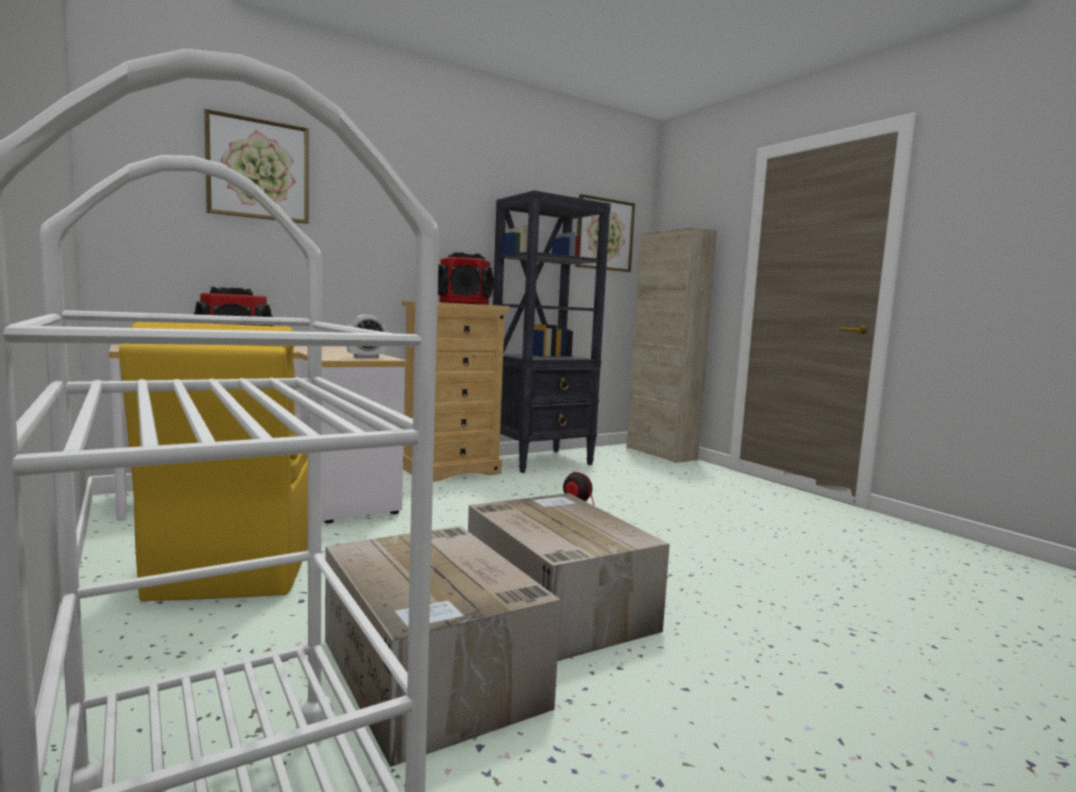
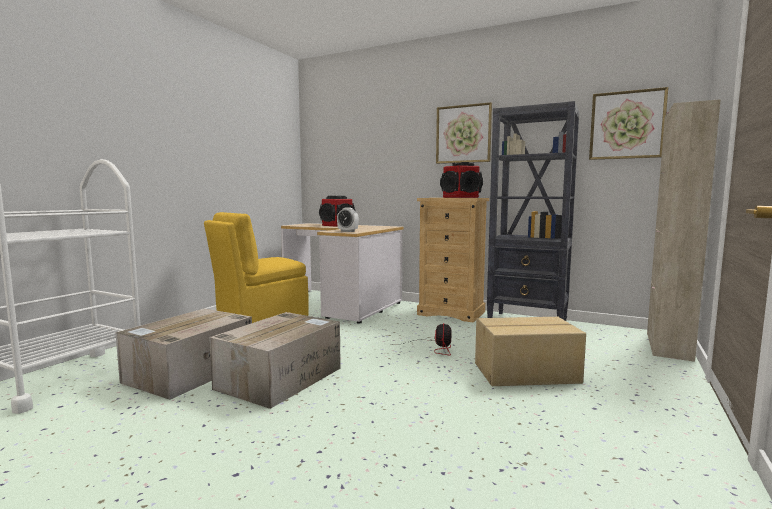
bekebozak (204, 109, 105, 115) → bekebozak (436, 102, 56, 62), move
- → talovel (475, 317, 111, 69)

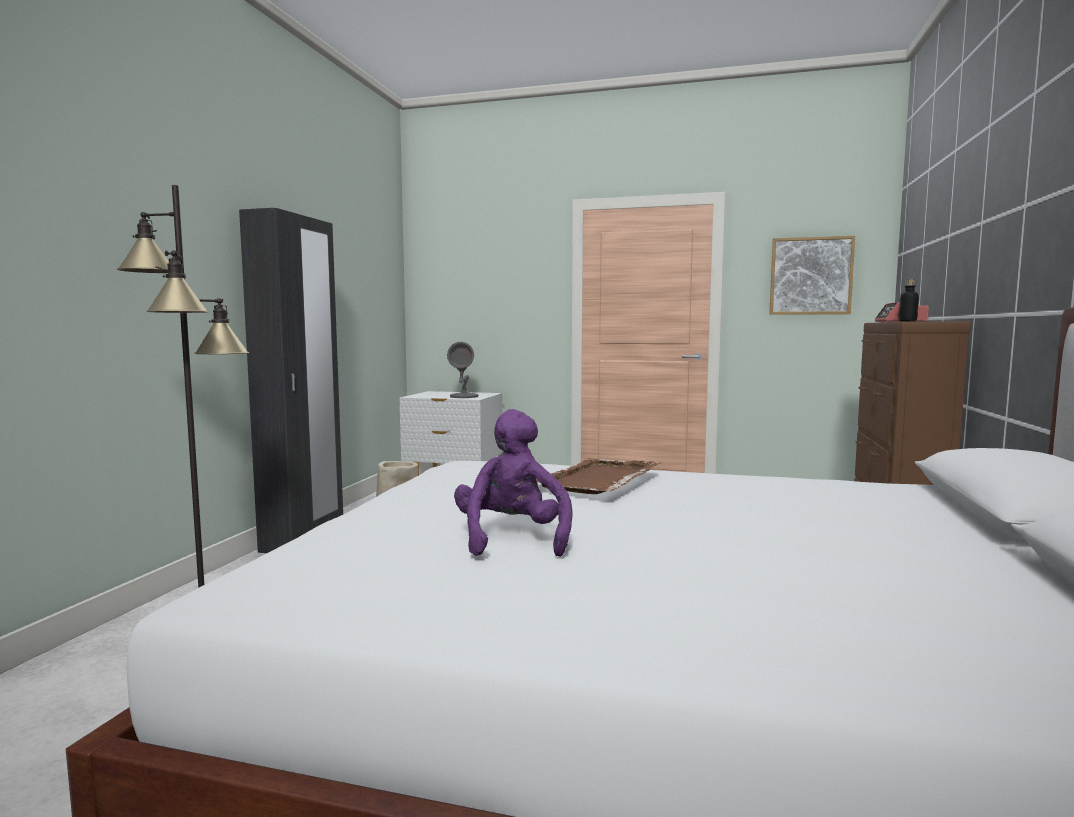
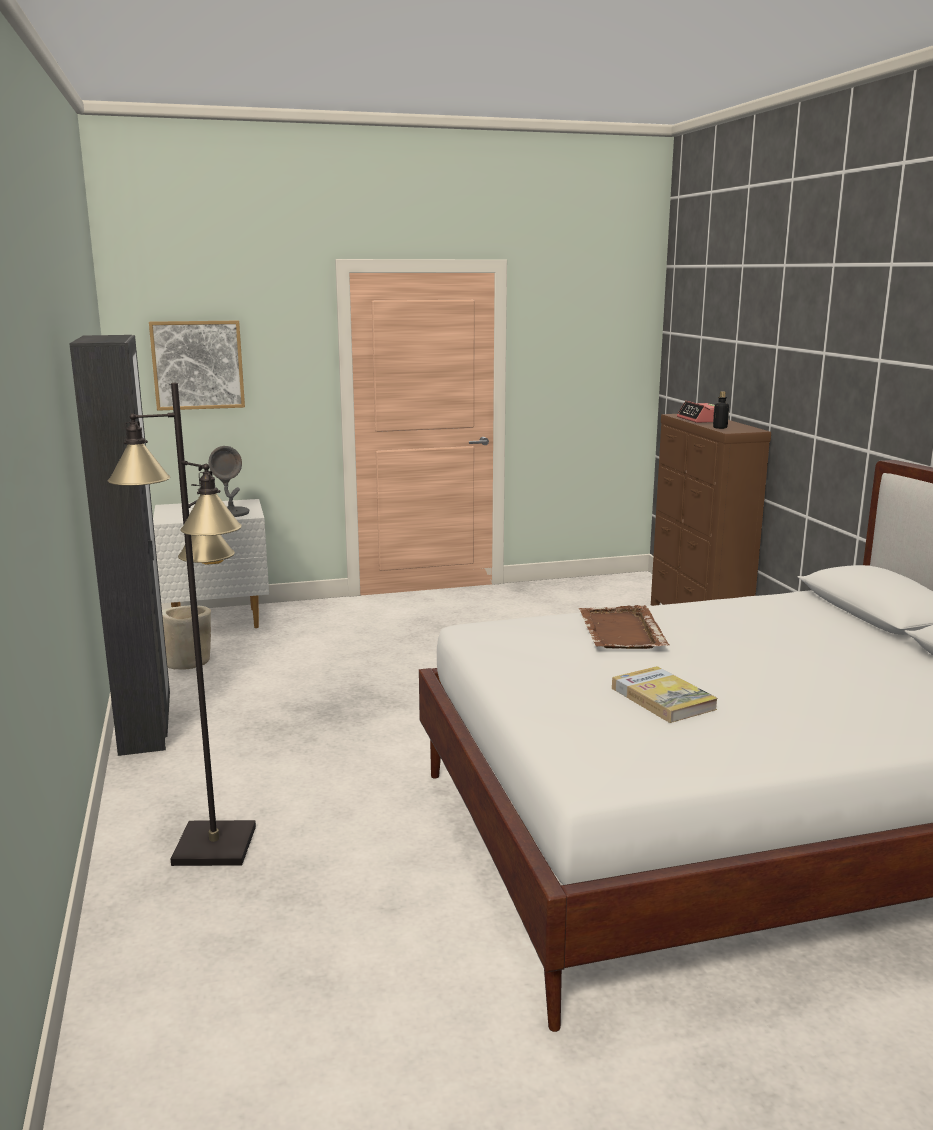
bekebozak (769, 236, 86, 79) → bekebozak (149, 320, 96, 91), move
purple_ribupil (454, 409, 119, 148) → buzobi (612, 666, 106, 57)

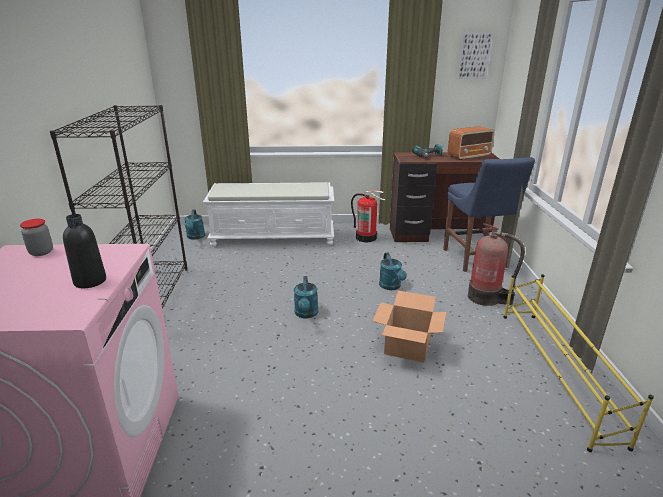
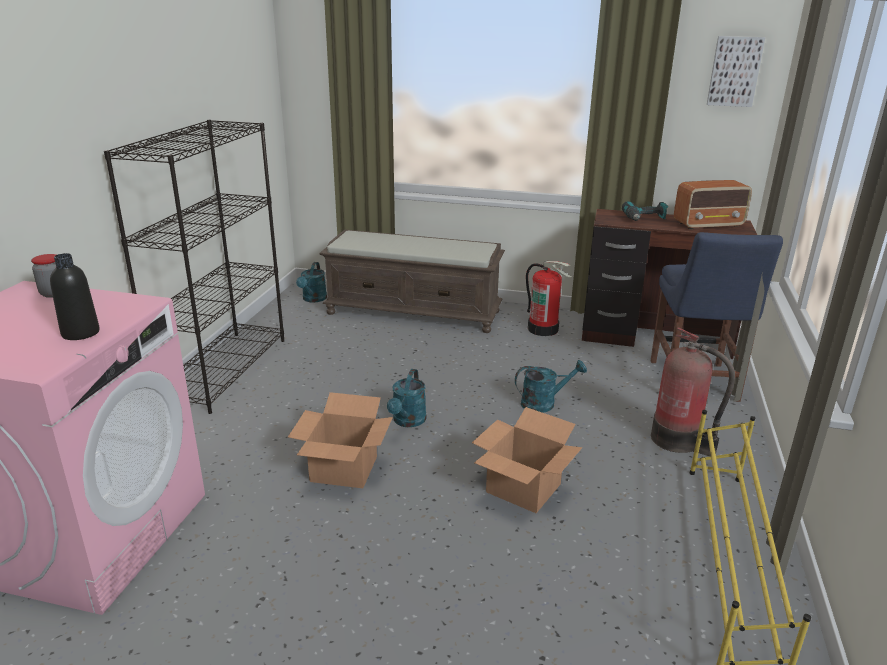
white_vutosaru (203, 182, 131, 65) → brown_vutosaru (319, 230, 186, 103)
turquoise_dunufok (379, 252, 28, 38) → turquoise_dunufok (515, 360, 72, 53), 105 degrees counterclockwise
- → talovel (288, 392, 105, 96)

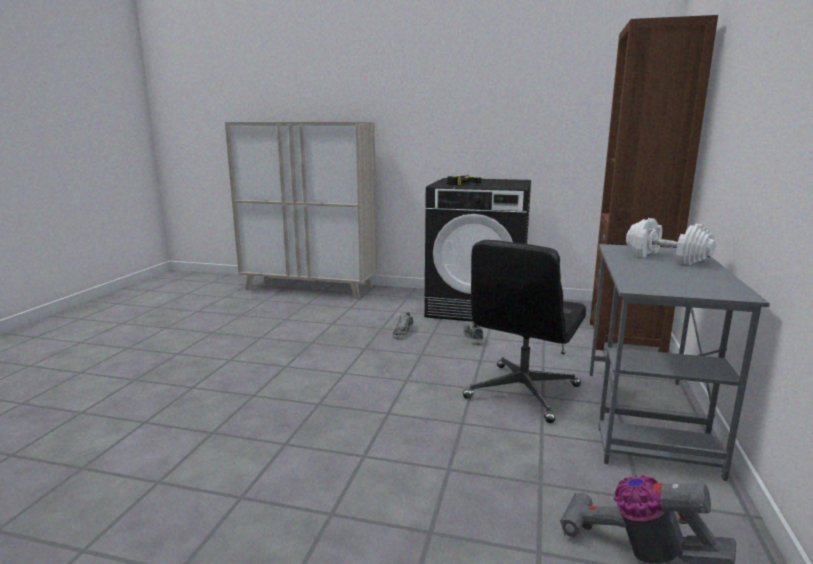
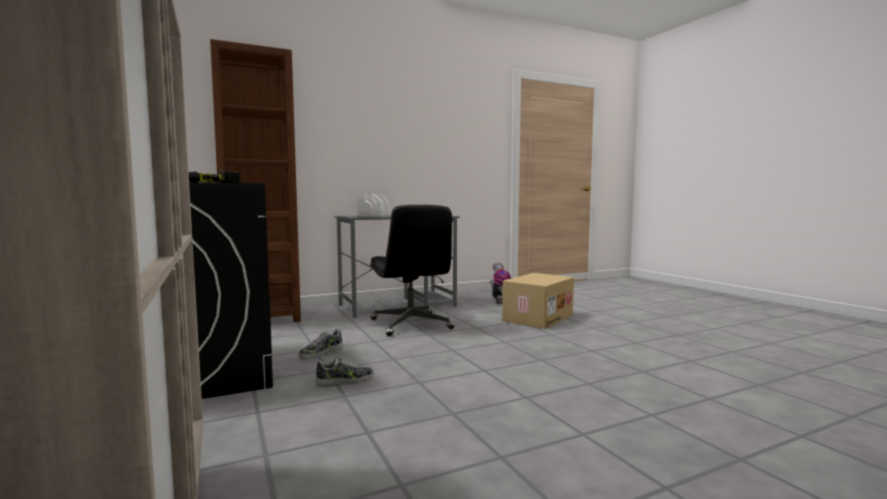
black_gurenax (463, 240, 123, 183) → black_gurenax (370, 205, 85, 131), 75 degrees clockwise
- → talovel (502, 273, 72, 56)

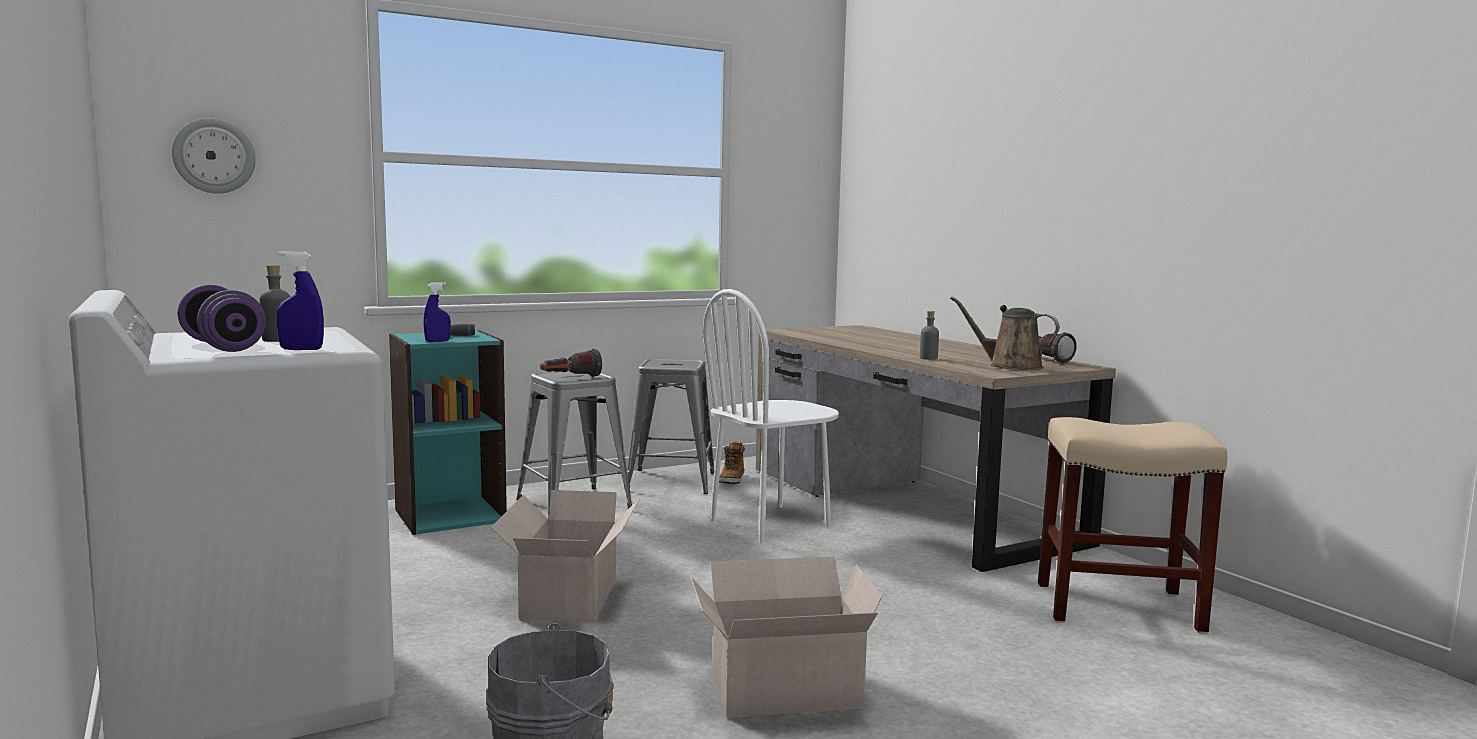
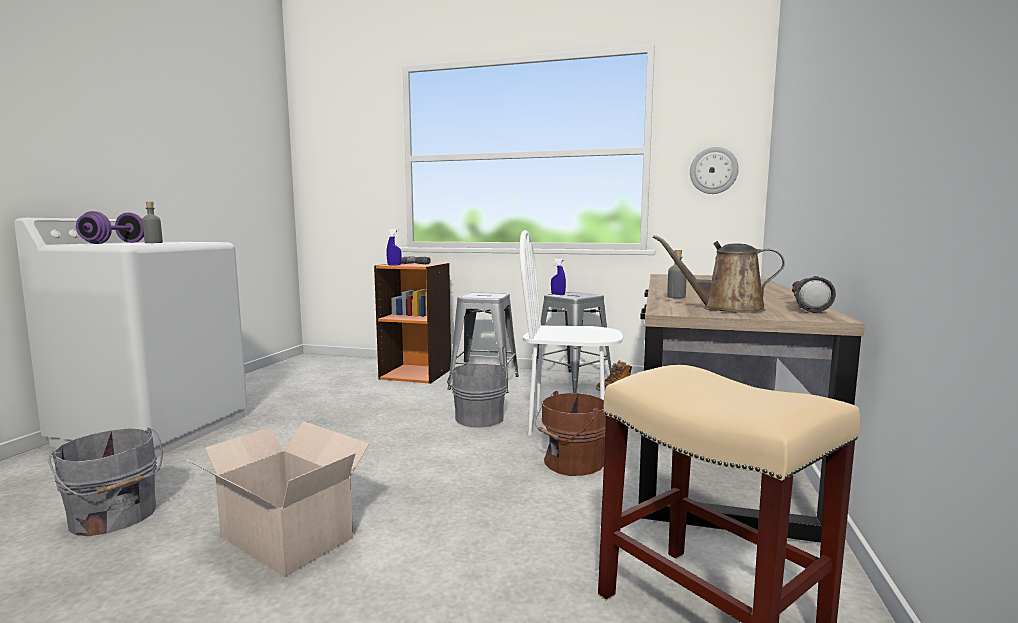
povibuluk (172, 118, 84, 76) → povibuluk (690, 147, 49, 47), move
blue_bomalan (276, 251, 48, 99) → blue_bomalan (551, 258, 15, 37), move
brown_dunufok (950, 296, 110, 74) → brown_dunufok (653, 235, 132, 78), 60 degrees counterclockwise
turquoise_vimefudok (389, 330, 118, 205) → orange_vimefudok (374, 263, 77, 121)
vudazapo (540, 349, 62, 28) → -
talovel (491, 490, 149, 132) → -
- → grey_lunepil (447, 363, 60, 64)
- → brown_lunepil (534, 391, 72, 85)

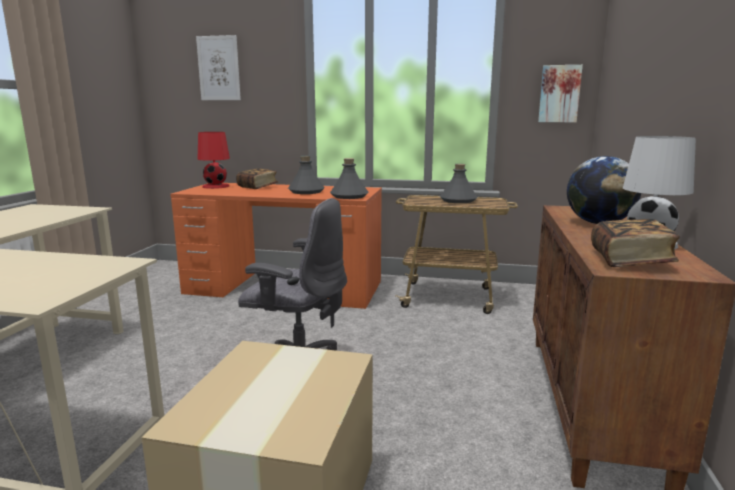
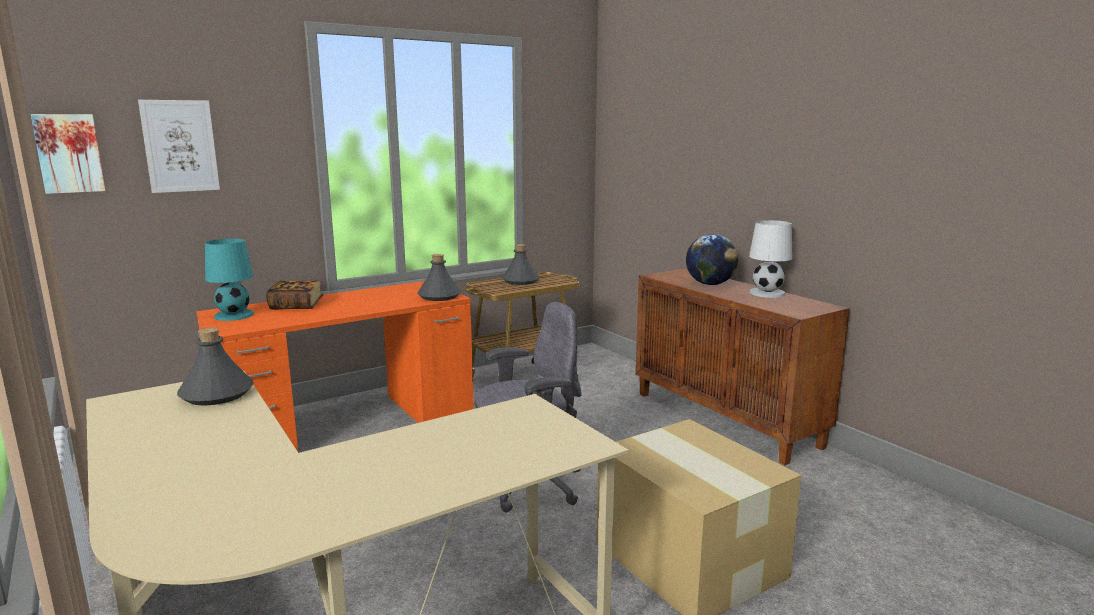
bekebozak (538, 65, 45, 57) → bekebozak (31, 114, 75, 80), move
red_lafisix (198, 132, 32, 57) → turquoise_lafisix (205, 239, 49, 82)
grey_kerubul (288, 156, 37, 38) → grey_kerubul (177, 328, 77, 78), move
buzobi (591, 219, 89, 48) → -

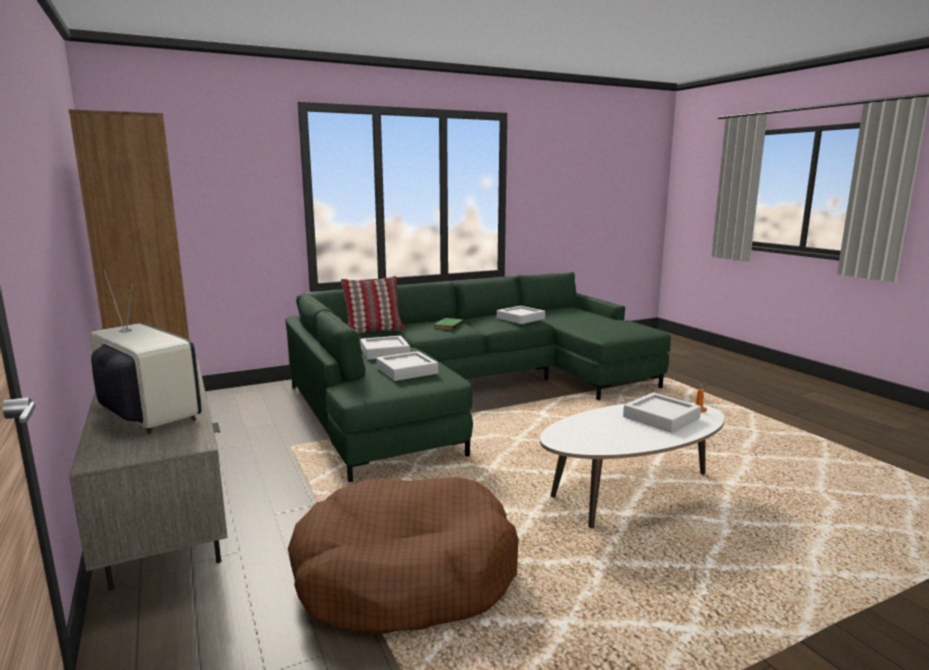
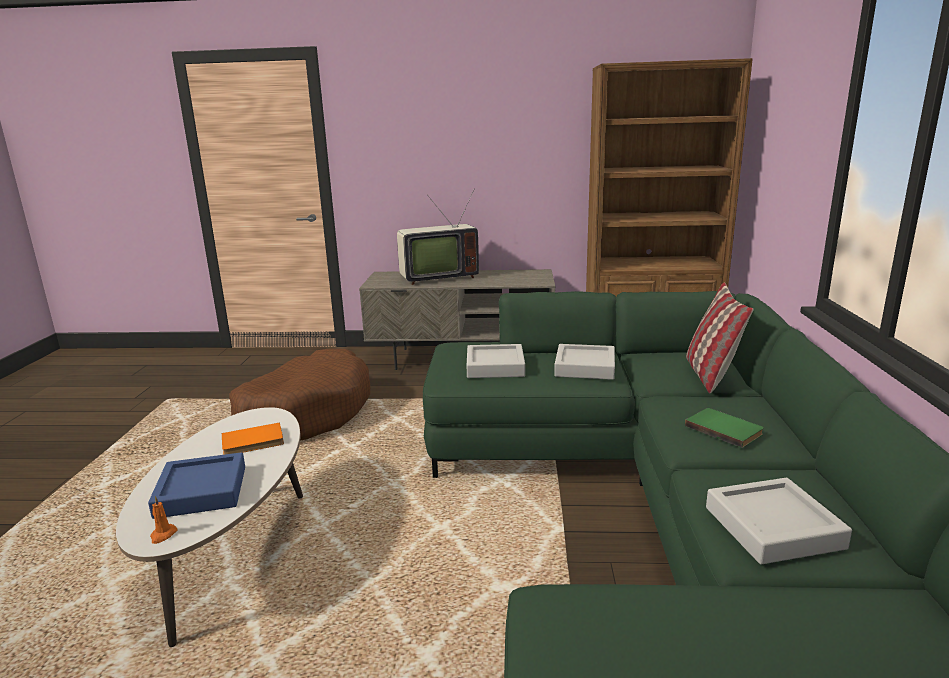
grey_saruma (623, 393, 78, 40) → blue_saruma (148, 452, 97, 67)
- → orange_buzobi (222, 422, 62, 33)

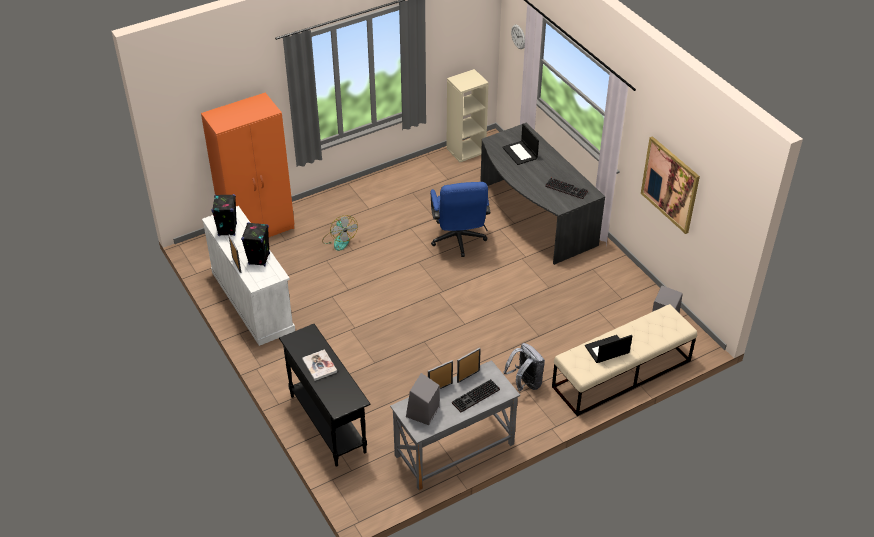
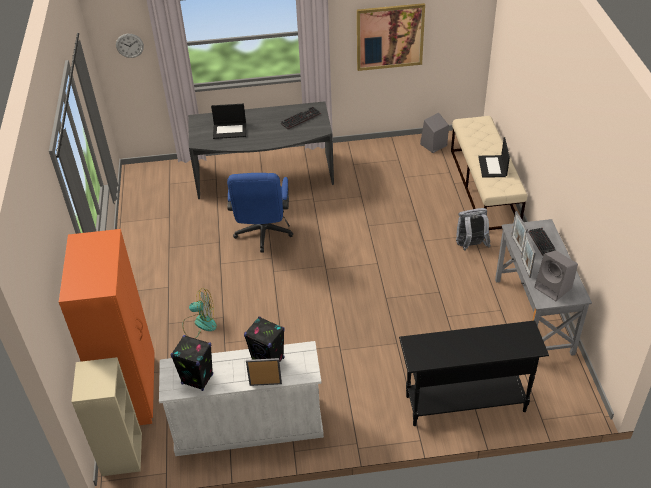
beige_vimefudok (447, 69, 42, 93) → beige_vimefudok (72, 357, 70, 119), move
blue_gurenax (430, 182, 60, 75) → blue_gurenax (227, 173, 66, 79), 75 degrees clockwise
buzobi (302, 349, 35, 32) → -

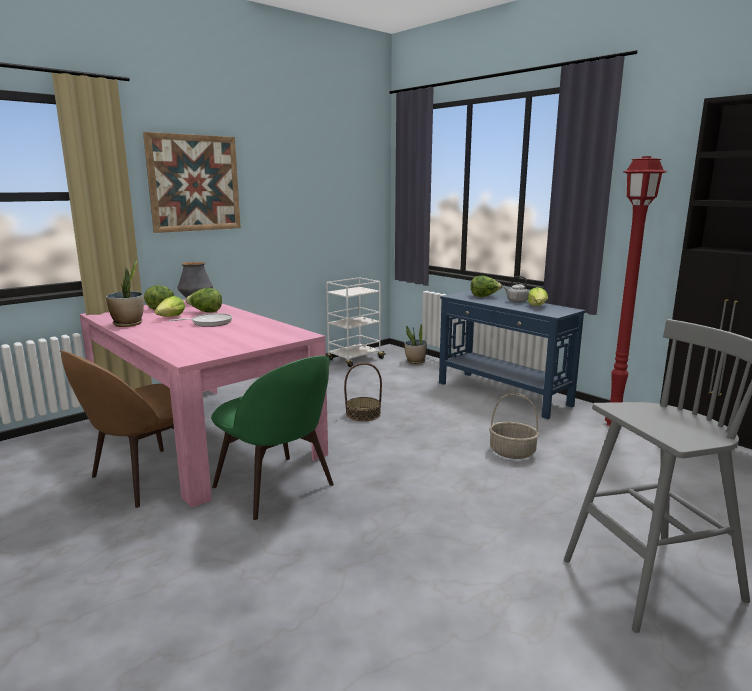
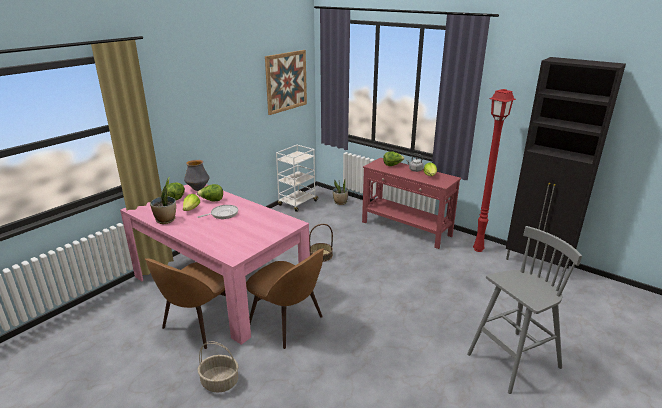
bekebozak (143, 132, 98, 101) → bekebozak (265, 50, 42, 65), move
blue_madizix (439, 291, 147, 128) → red_madizix (362, 158, 99, 91)
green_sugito (211, 356, 123, 164) → brown_sugito (246, 248, 78, 101)
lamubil (489, 393, 50, 66) → lamubil (198, 341, 41, 52), move

